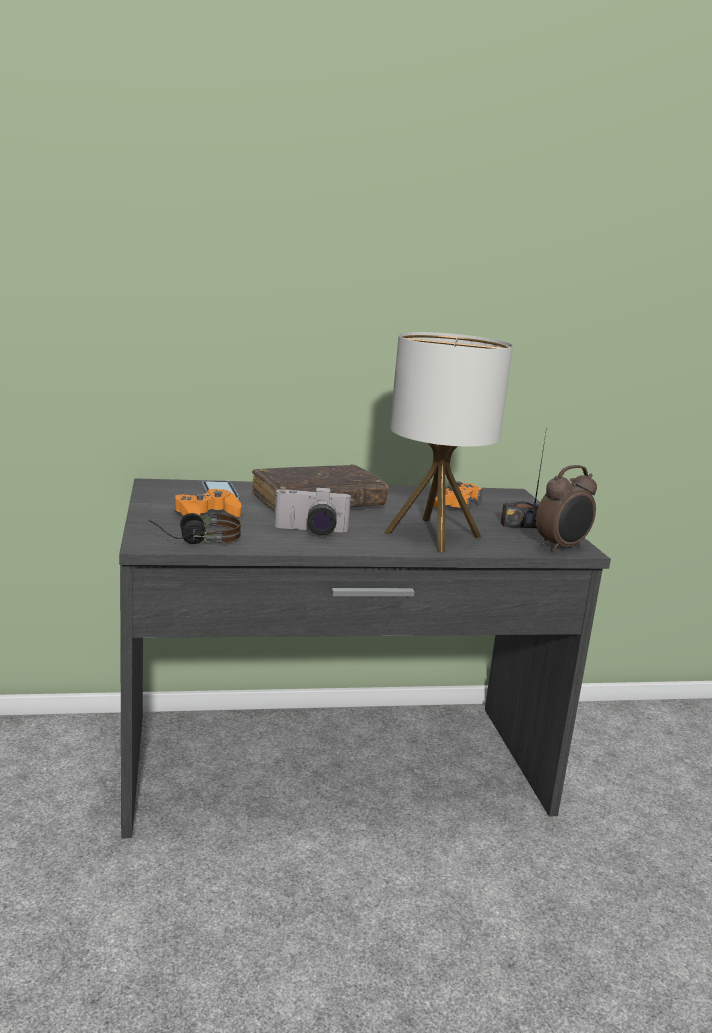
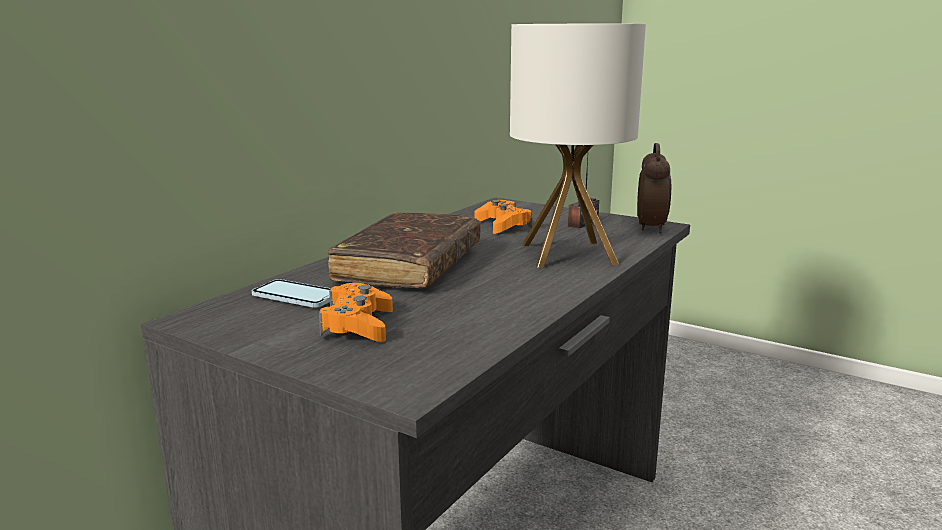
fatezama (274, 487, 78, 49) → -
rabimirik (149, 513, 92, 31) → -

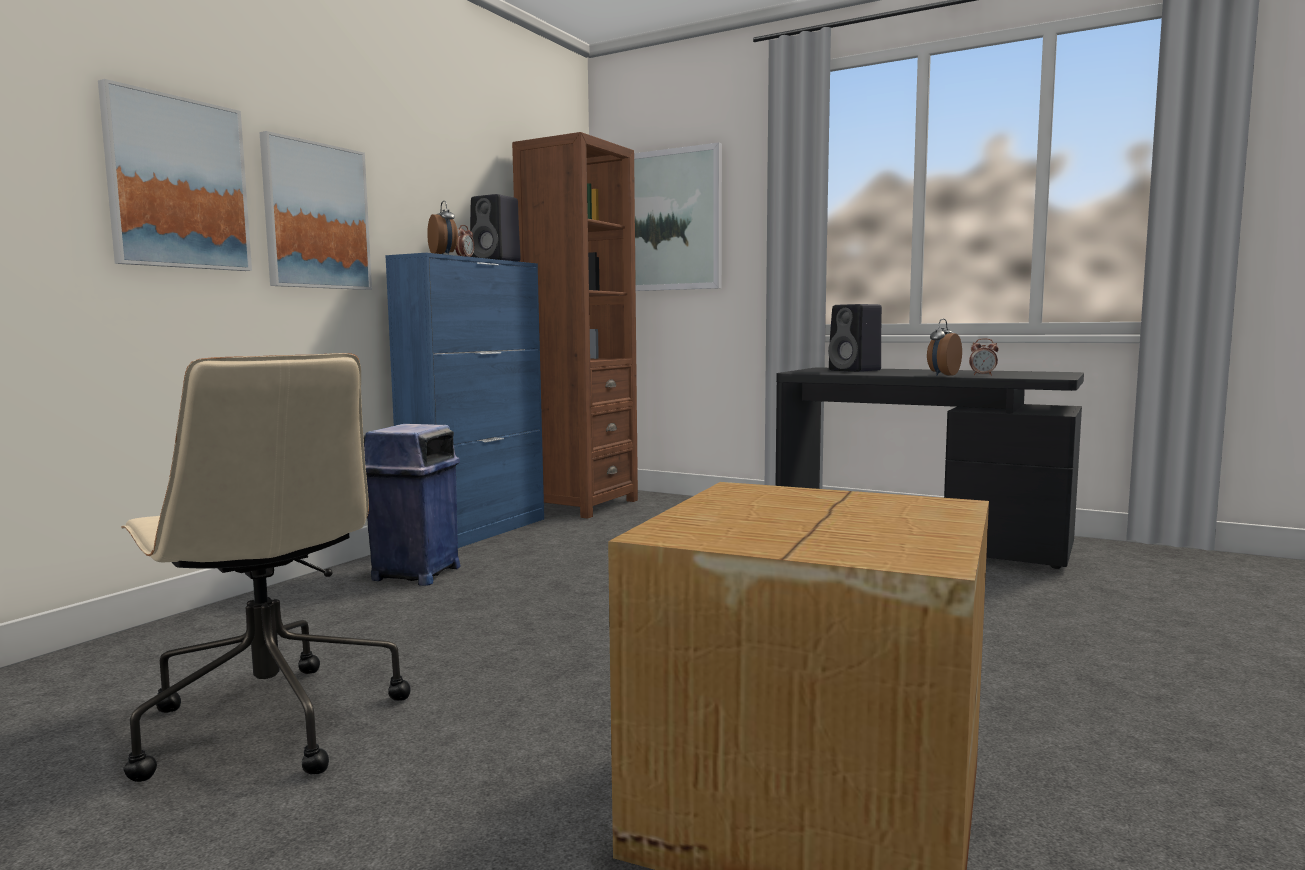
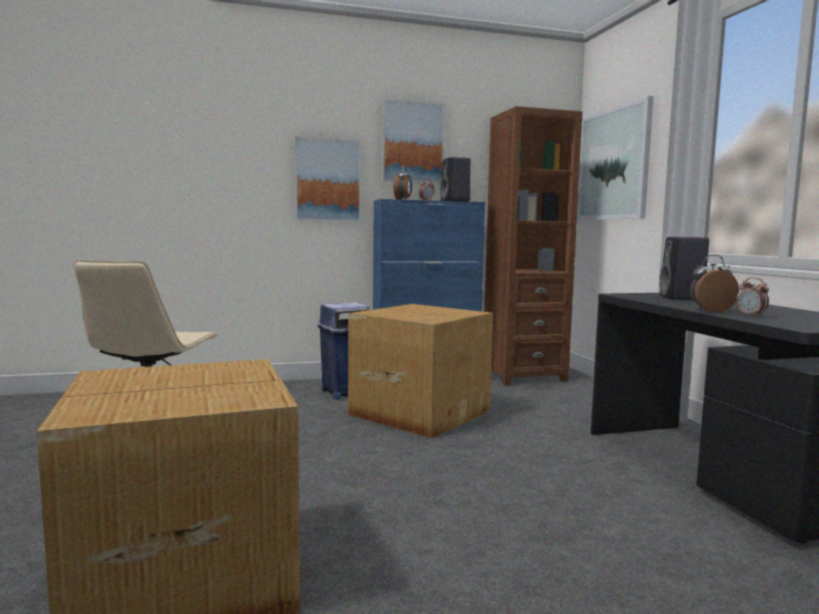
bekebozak (98, 79, 154, 192) → bekebozak (382, 99, 63, 84), move
- → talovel (348, 304, 145, 134)

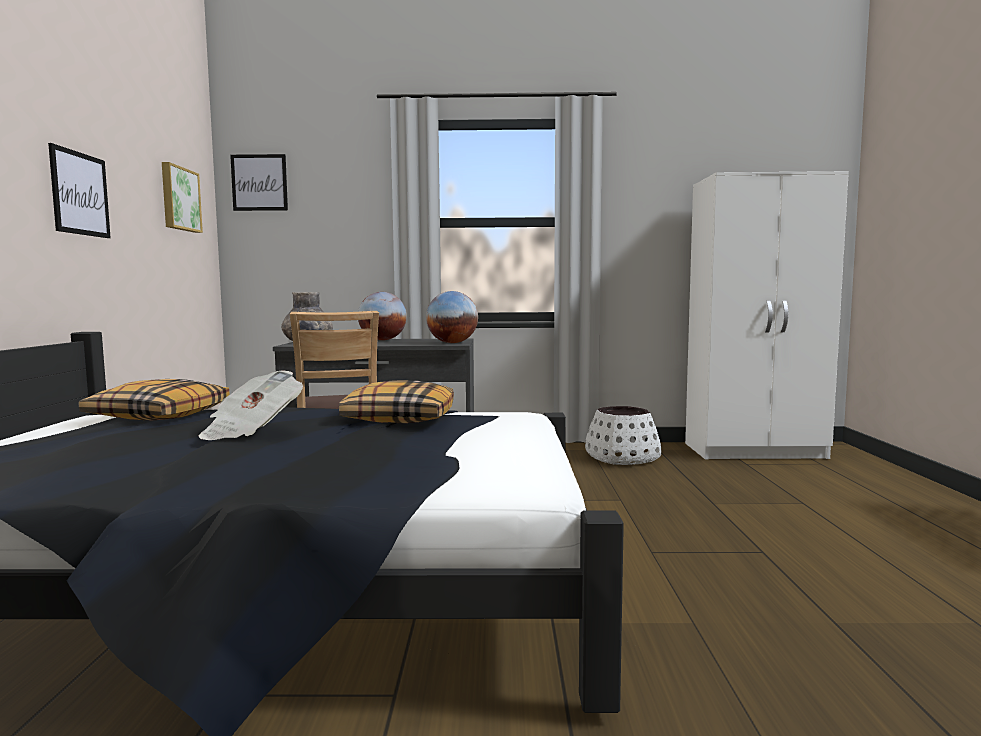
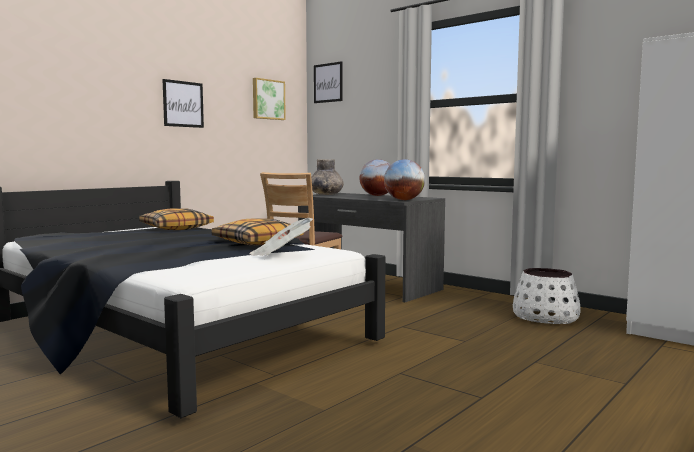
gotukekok (199, 370, 104, 70) → gotukekok (250, 218, 63, 38), move

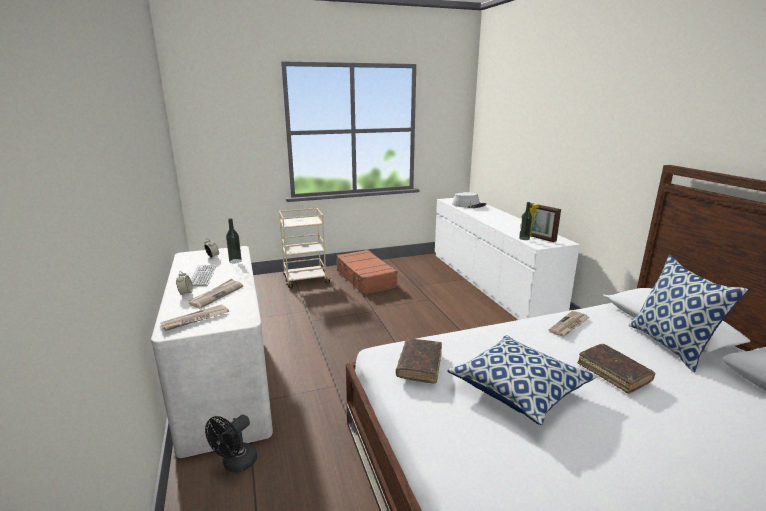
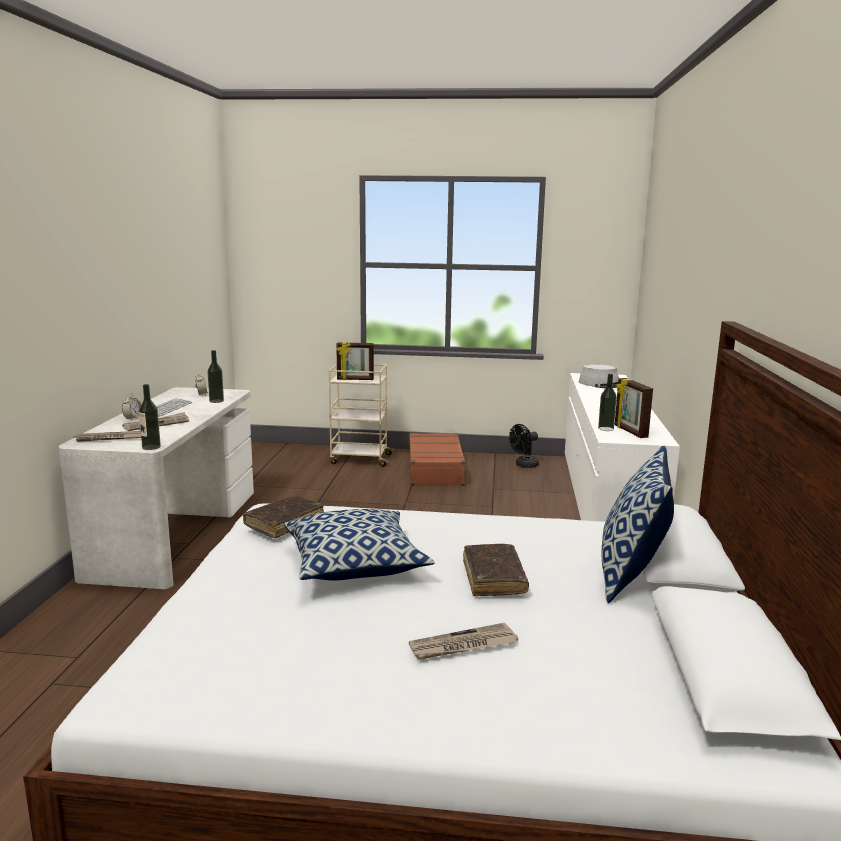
gotukekok (549, 311, 41, 26) → gotukekok (409, 623, 109, 37), move
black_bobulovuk (205, 415, 52, 58) → black_bobulovuk (509, 424, 30, 44), move
- → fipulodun (336, 342, 38, 38)
- → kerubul (139, 384, 22, 66)

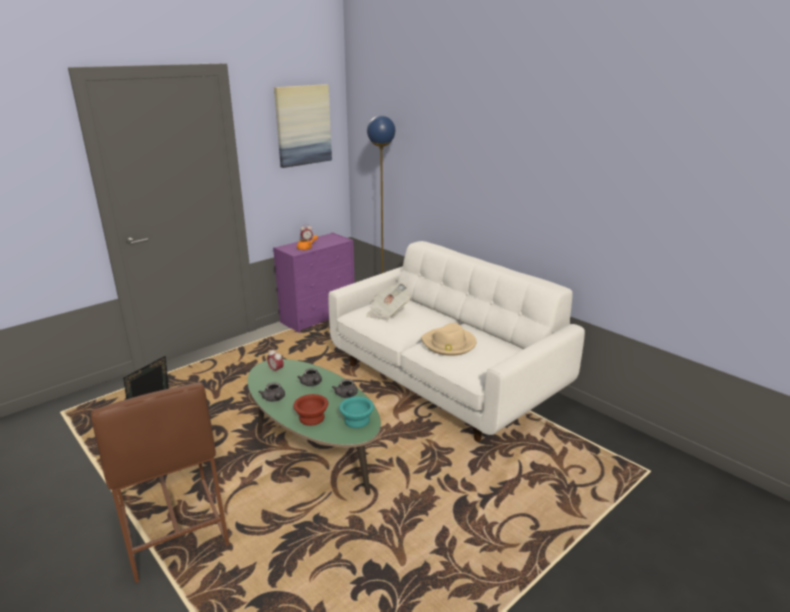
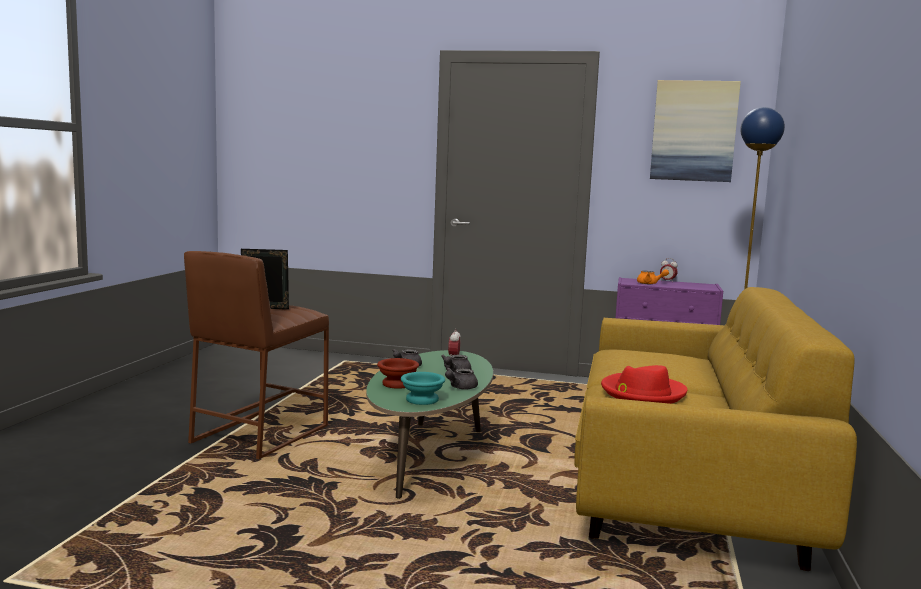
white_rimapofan (328, 241, 257, 201) → yellow_rimapofan (574, 287, 283, 284)
gotukekok (366, 283, 45, 37) → -
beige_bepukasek (421, 323, 55, 33) → red_bepukasek (601, 365, 86, 39)

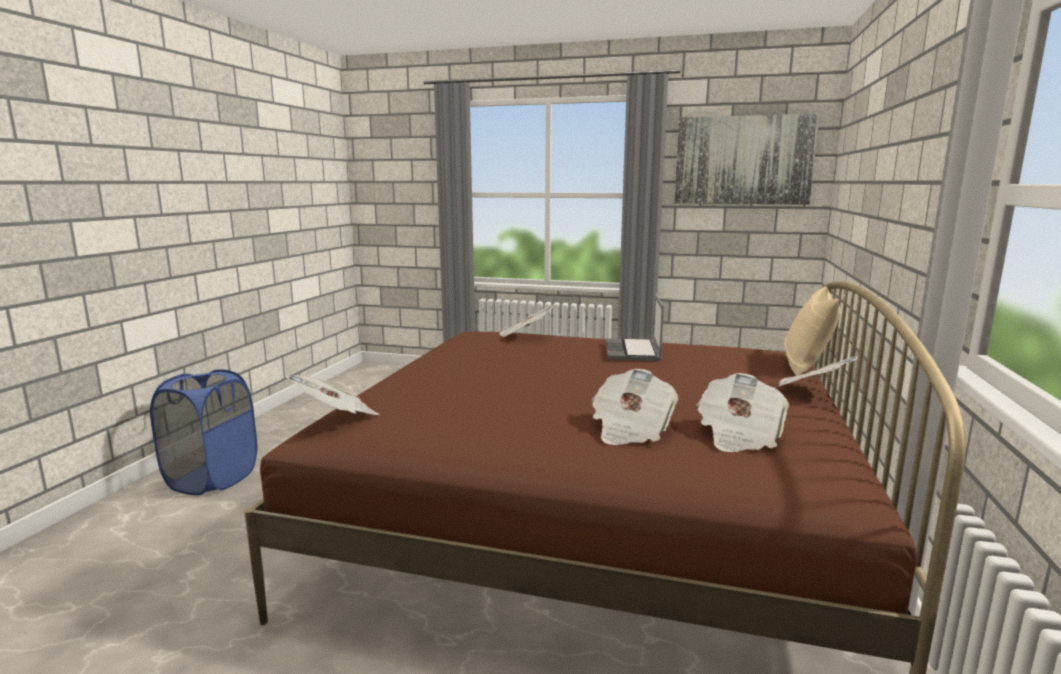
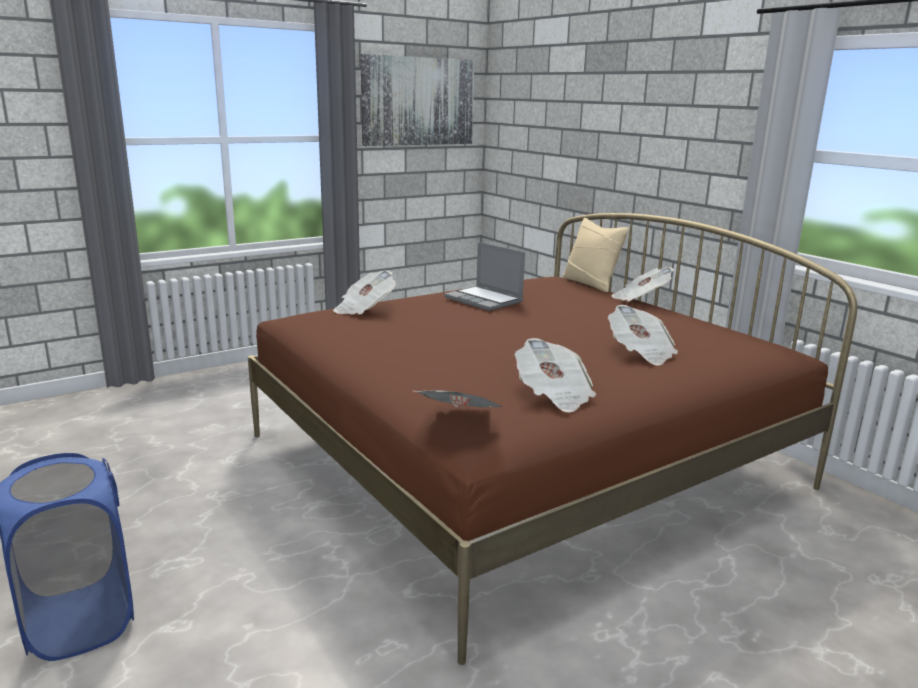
gotukekok (697, 373, 92, 79) → gotukekok (515, 338, 81, 75), move

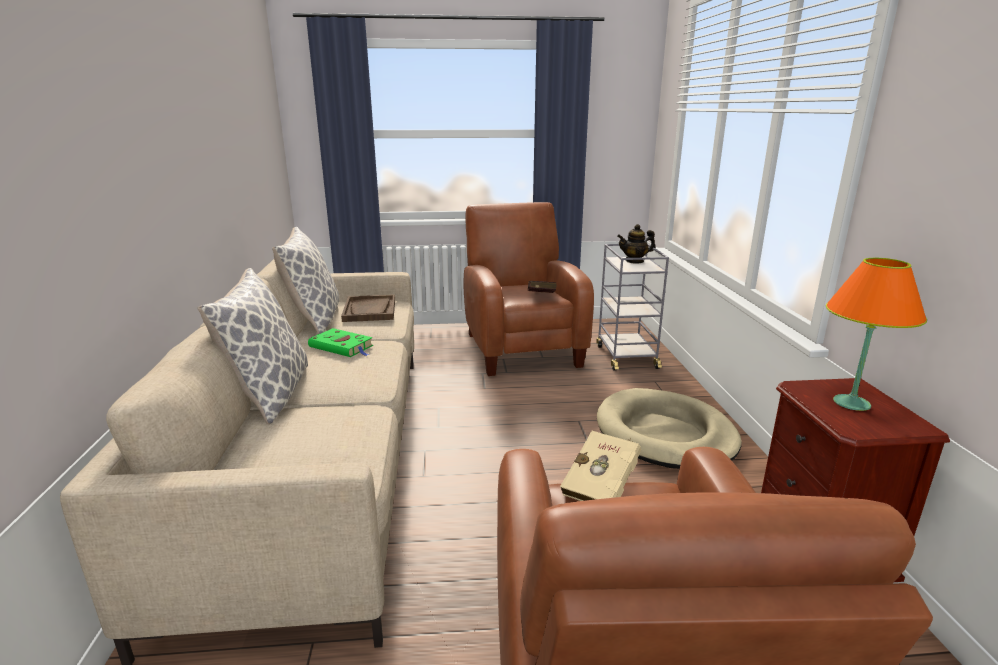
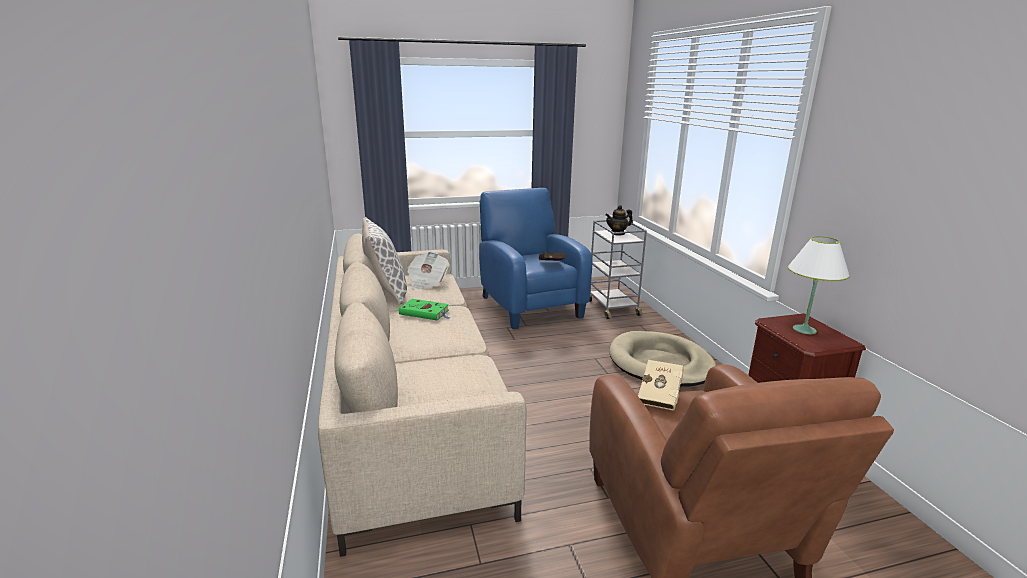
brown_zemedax (464, 202, 130, 174) → blue_zemedax (479, 188, 113, 141)
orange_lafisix (826, 258, 101, 153) → white_lafisix (788, 236, 62, 98)
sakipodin (198, 268, 110, 156) → -
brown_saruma (341, 294, 54, 28) → gotukekok (407, 252, 42, 38)

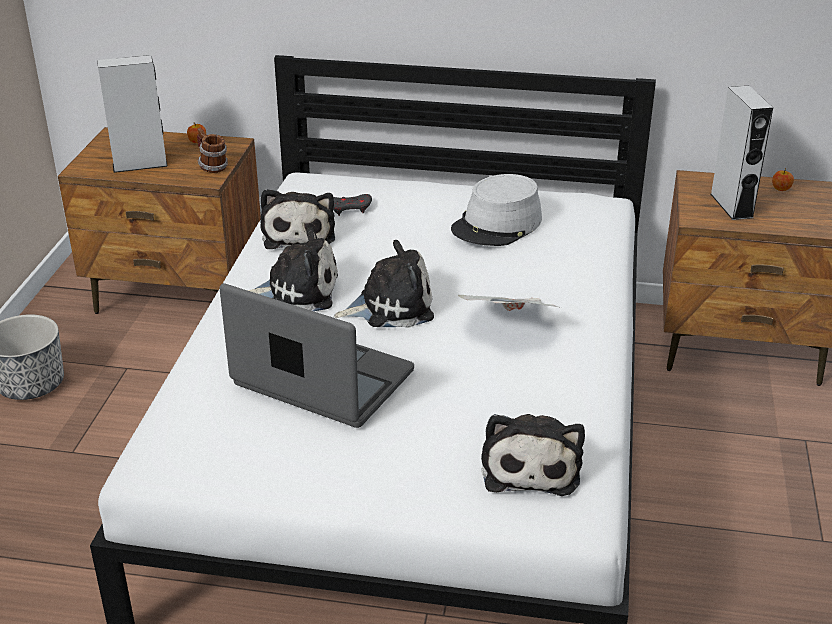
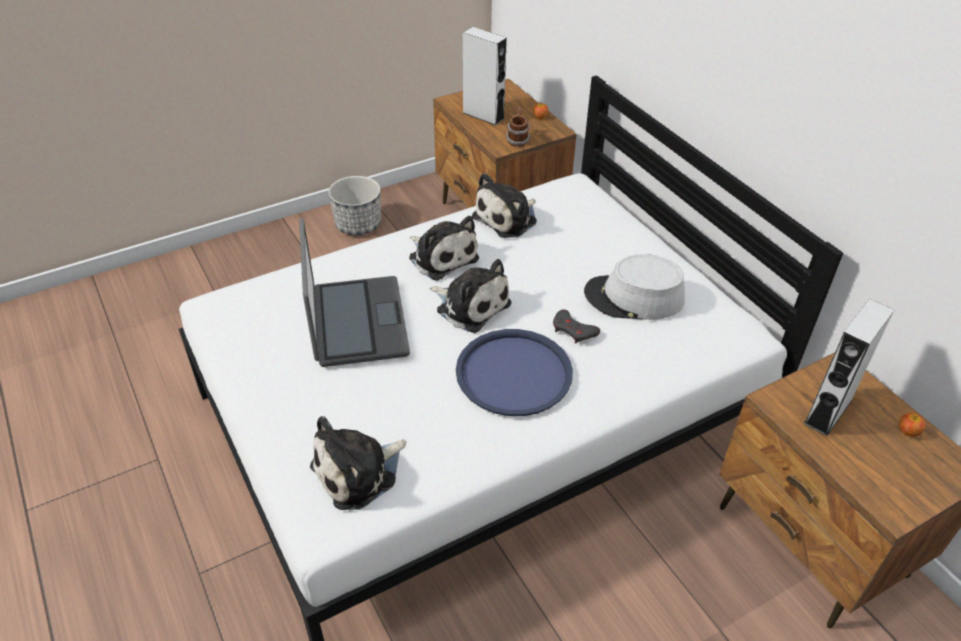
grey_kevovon (333, 194, 39, 22) → grey_kevovon (553, 309, 47, 34), move
gotukekok (458, 295, 103, 16) → blue_saruma (456, 329, 117, 87)

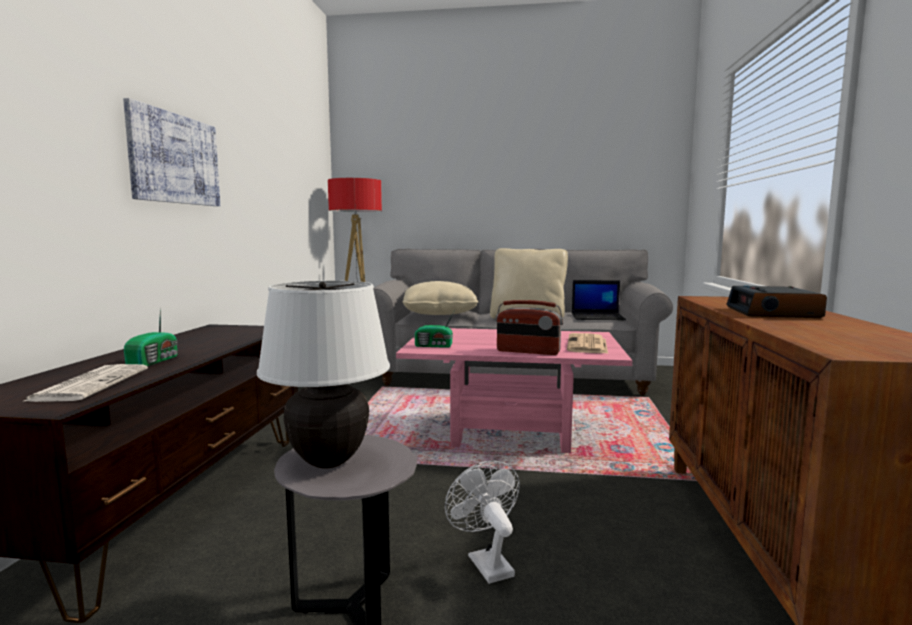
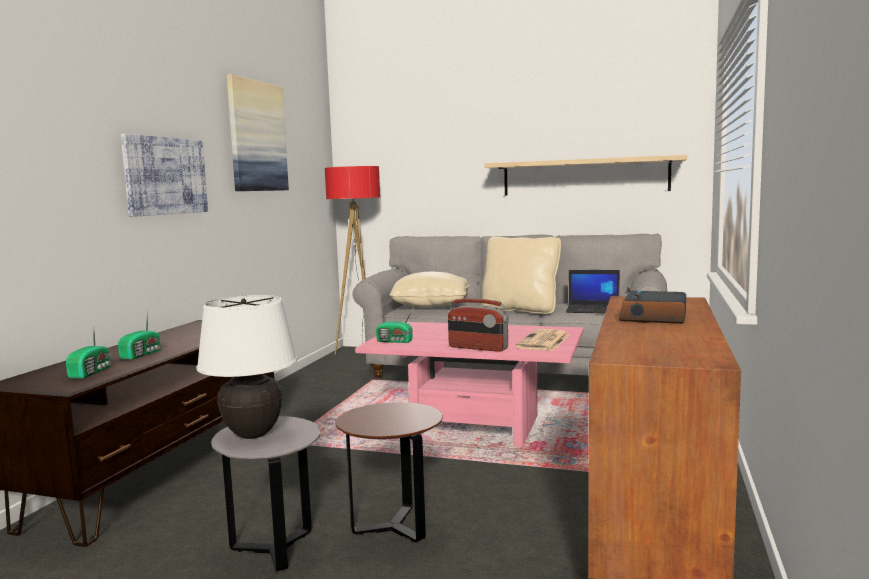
gotukekok (22, 364, 126, 38) → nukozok (66, 323, 45, 56)
white_bobulovuk (445, 460, 75, 124) → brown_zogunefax (335, 402, 108, 140)
- → bekebozak (227, 74, 62, 117)
- → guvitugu (484, 155, 203, 41)

